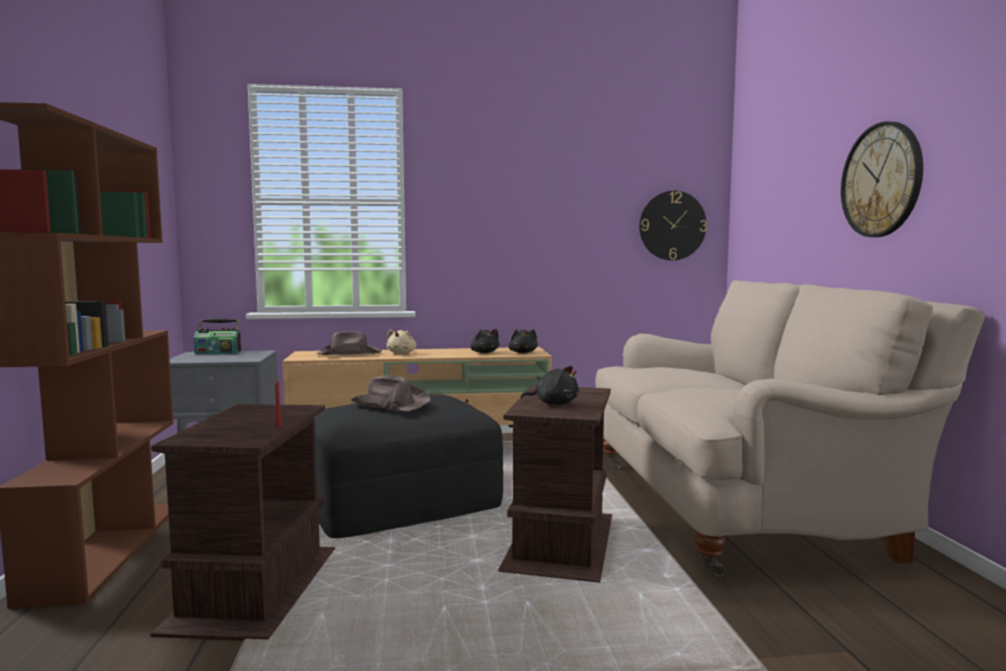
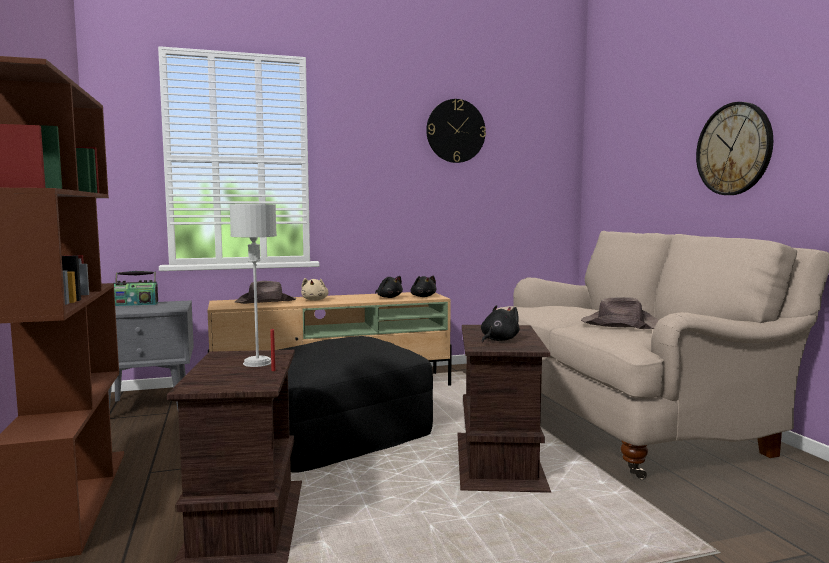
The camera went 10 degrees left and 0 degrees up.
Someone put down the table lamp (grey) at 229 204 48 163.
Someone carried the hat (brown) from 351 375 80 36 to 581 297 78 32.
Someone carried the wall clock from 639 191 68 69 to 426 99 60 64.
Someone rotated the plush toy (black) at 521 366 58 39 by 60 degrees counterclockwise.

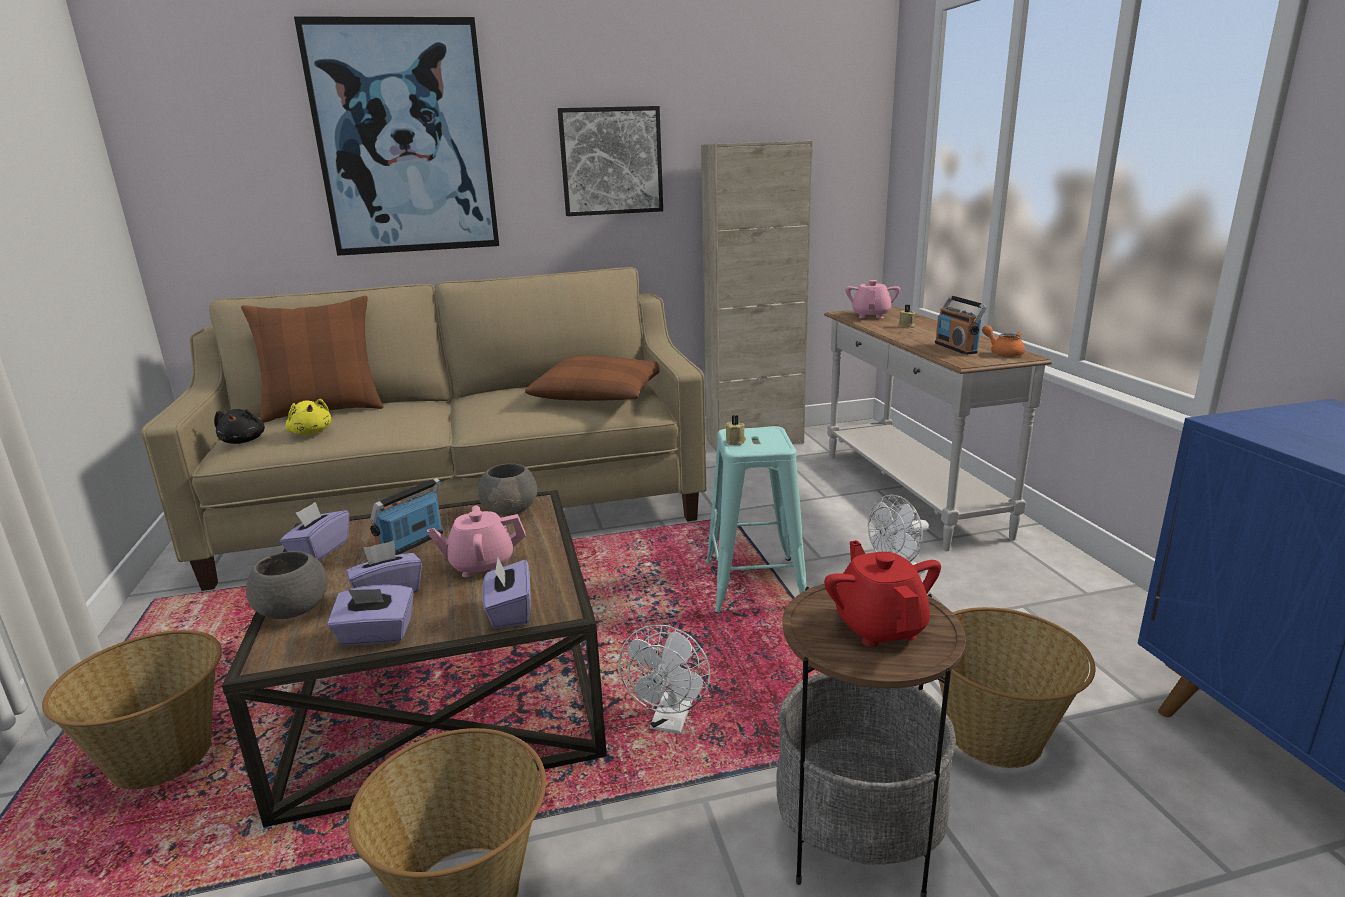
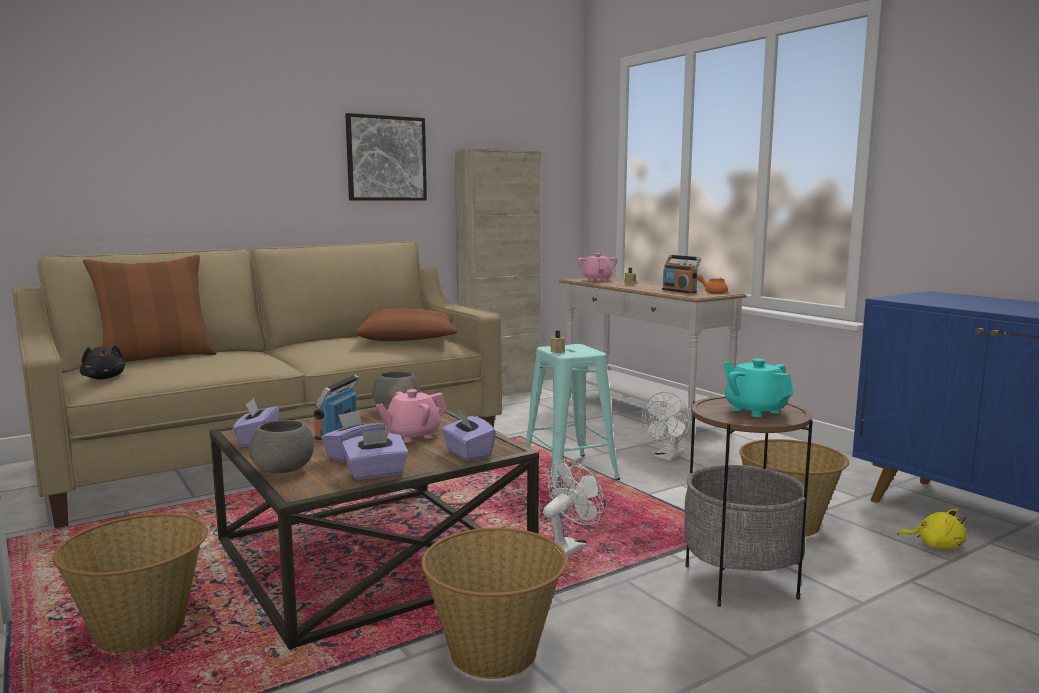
The camera went 20 degrees left and 10 degrees down.
Someone took away the picture at 294 16 205 240.
Someone carried the plush toy (yellow) from 286 399 45 36 to 897 509 70 41.
Someone repainted the teapot (red) at 824 540 117 107, which became the teapot (turquoise) at 723 359 70 58.
Someone rotated the fan (white) at 619 625 91 109 by 135 degrees counterclockwise.

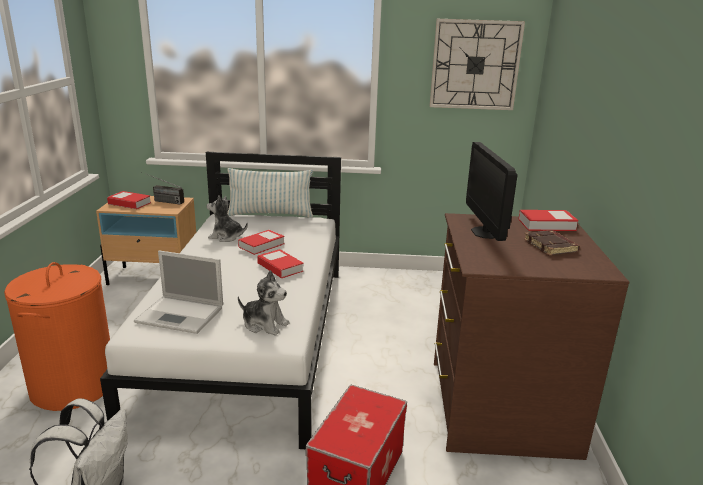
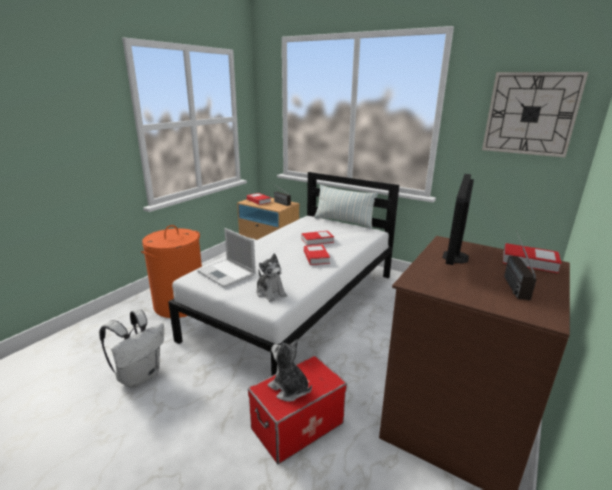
The camera went 30 degrees right and 0 degrees up.
Someone carried the plush toy from 207 195 41 47 to 268 339 44 63.
Someone swapped the book (brown) at 524 230 56 25 for the radio at 504 230 32 70.

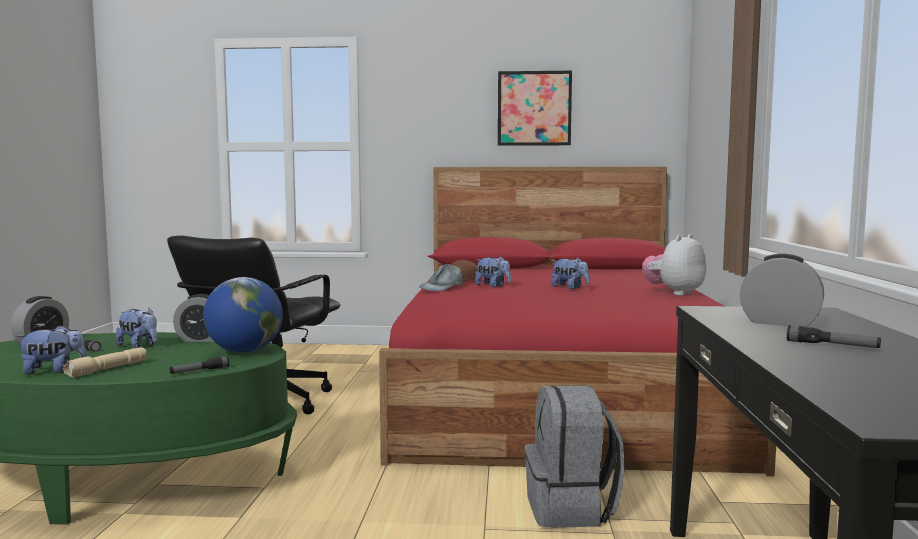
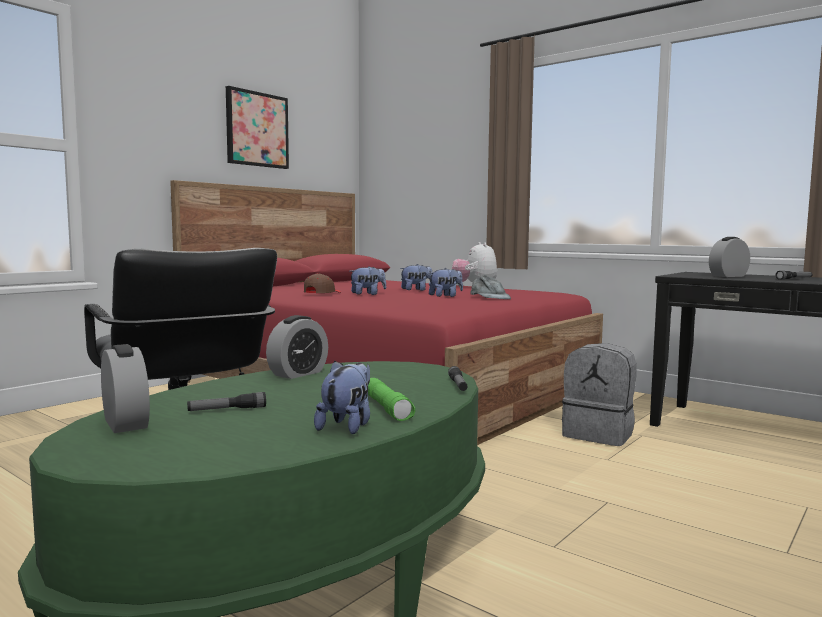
The camera went 55 degrees left and 0 degrees up.
Someone took away the globe at 203 277 80 76.
Someone carried the plush toy from 115 308 42 40 to 429 268 34 29.
Someone carried the cap (grey) from 419 264 44 27 to 471 275 40 24.
Someone repainted the flashlight (beige) at 63 347 84 30, which became the flashlight (green) at 368 378 47 43.

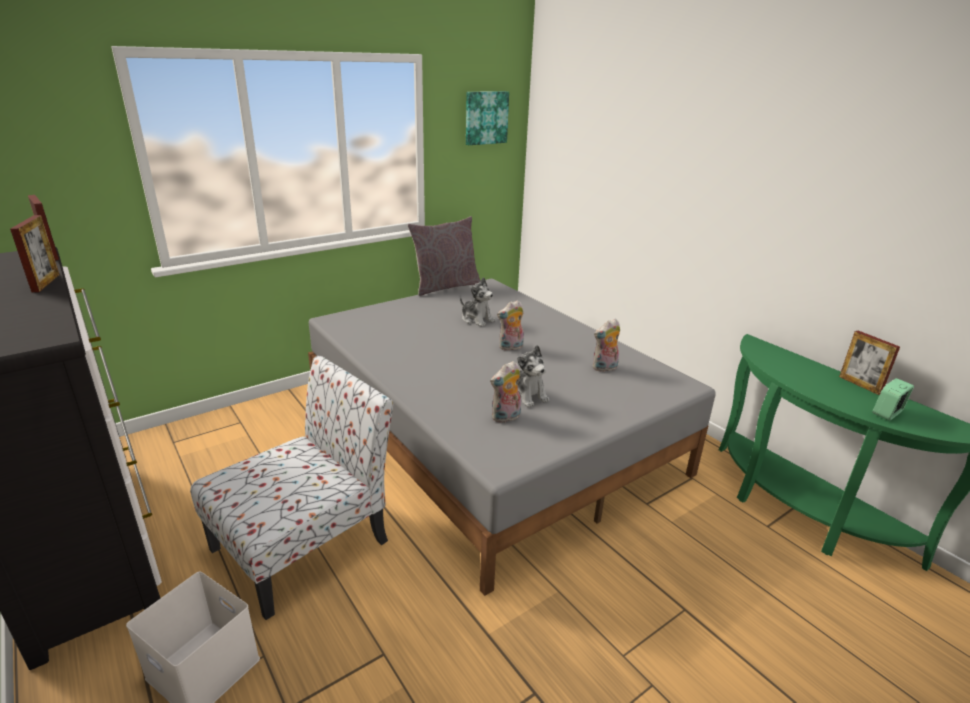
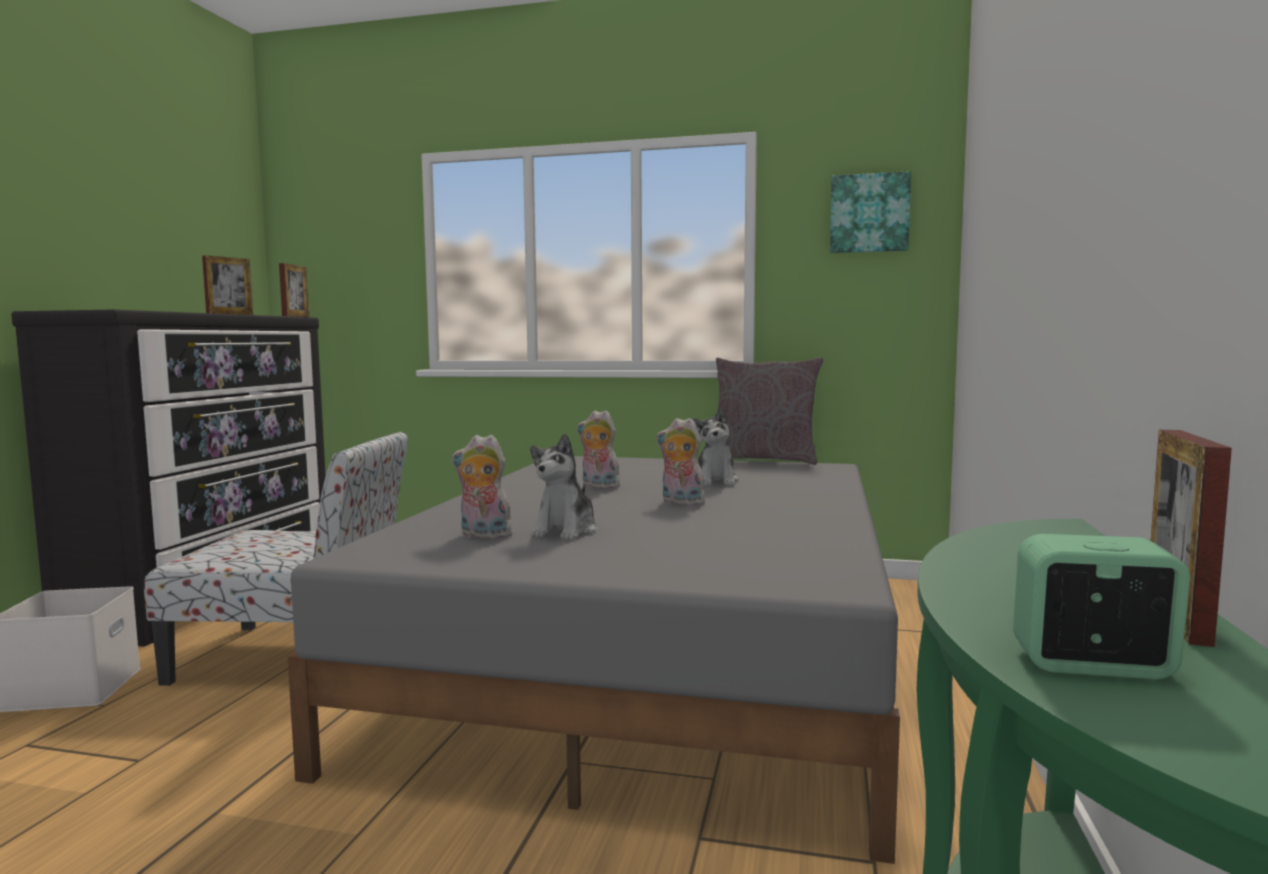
The camera went 50 degrees right and 20 degrees down.
Someone carried the plush toy from 593 319 27 53 to 577 410 48 79.

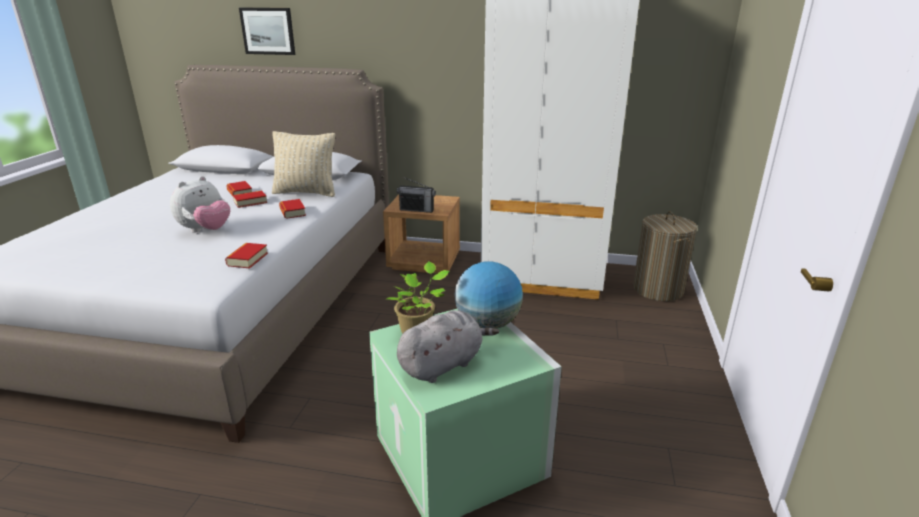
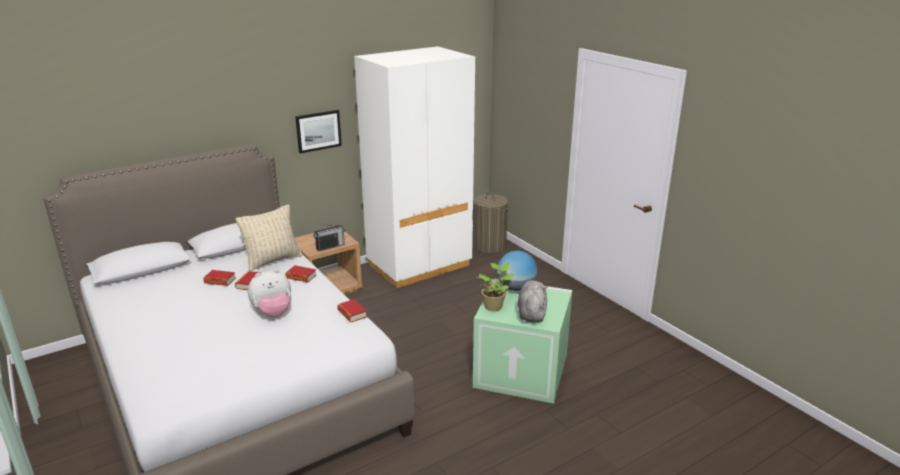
The camera went 45 degrees left and 0 degrees up.
Someone carried the picture from 239 8 56 47 to 295 110 47 43.
Someone rotated the plush toy at 170 176 60 57 by 75 degrees clockwise.

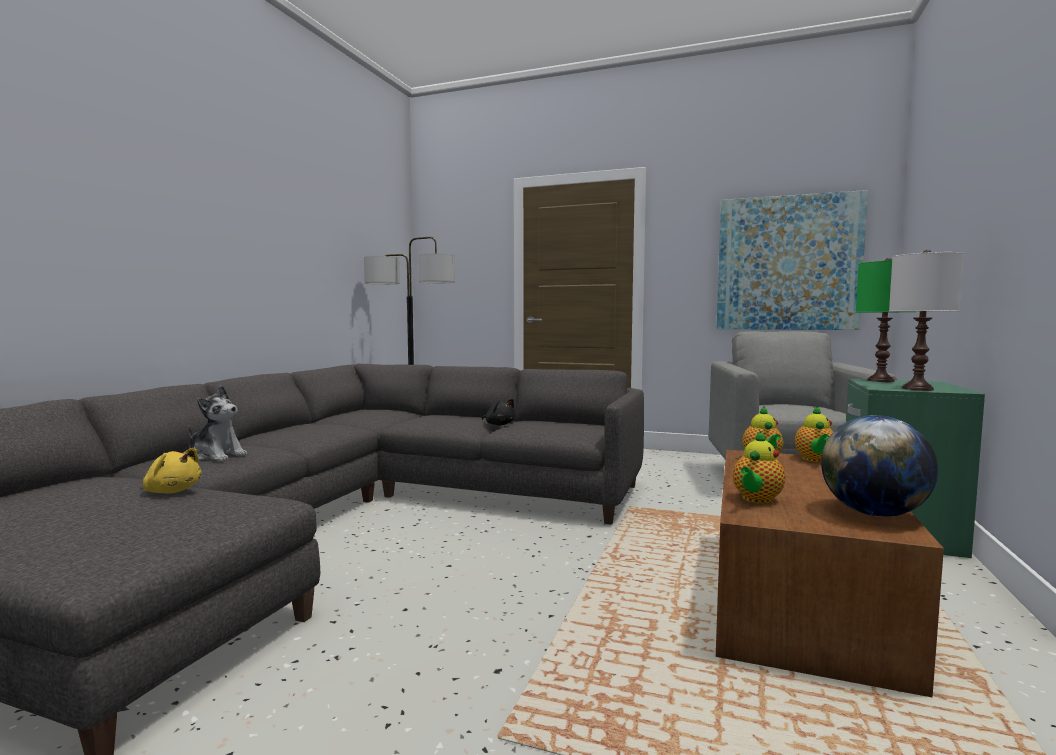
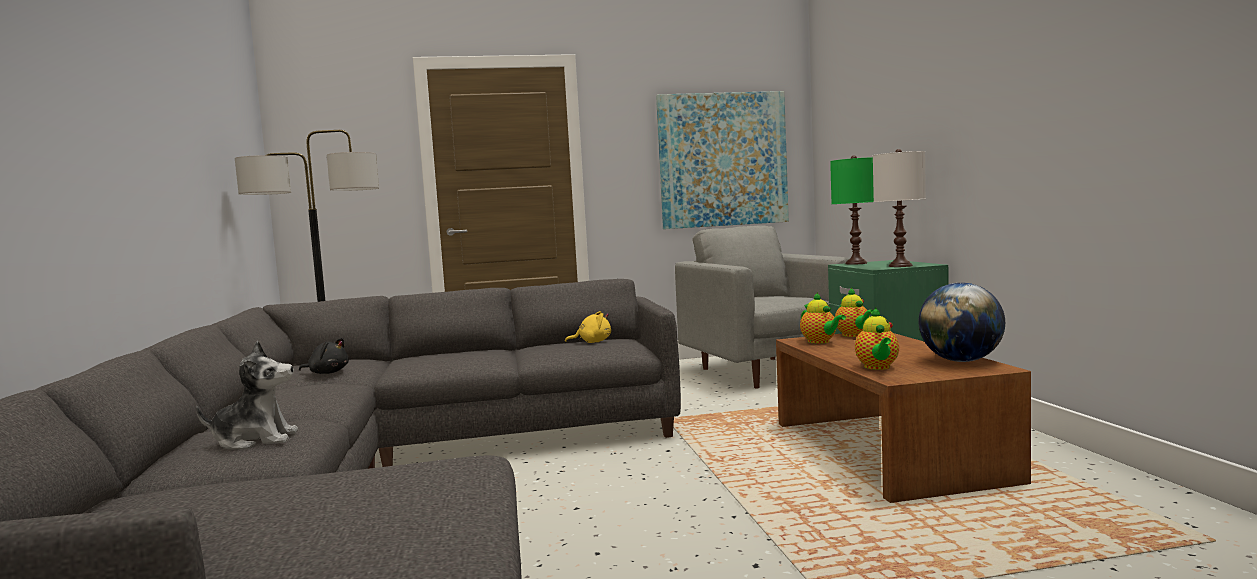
The camera went 30 degrees left and 0 degrees up.
Someone carried the plush toy (yellow) from 142 448 60 45 to 565 311 46 32.
Someone carried the plush toy (black) from 482 399 33 26 to 299 338 50 36.

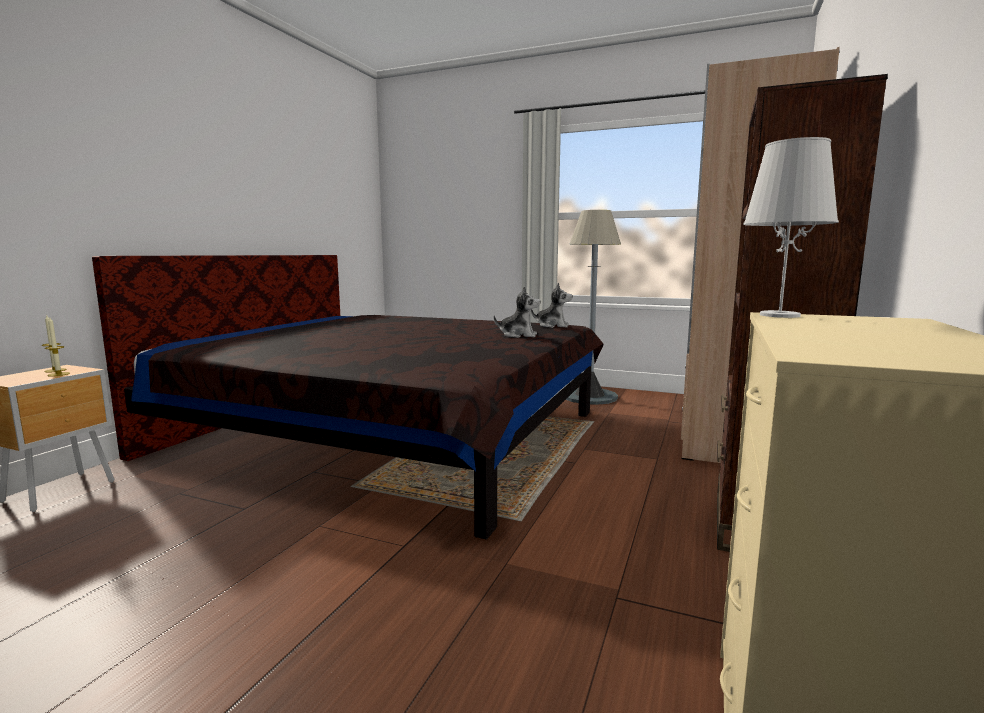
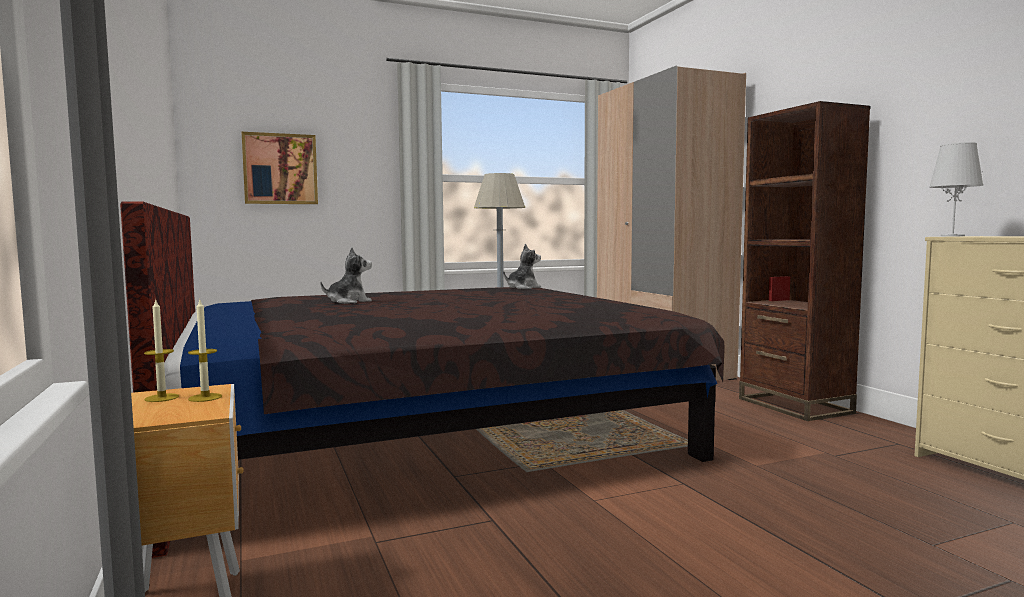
The camera went 45 degrees left and 5 degrees down.
Someone put up the picture at 242 132 76 72.
Someone carried the plush toy from 494 286 47 52 to 320 247 52 57.

